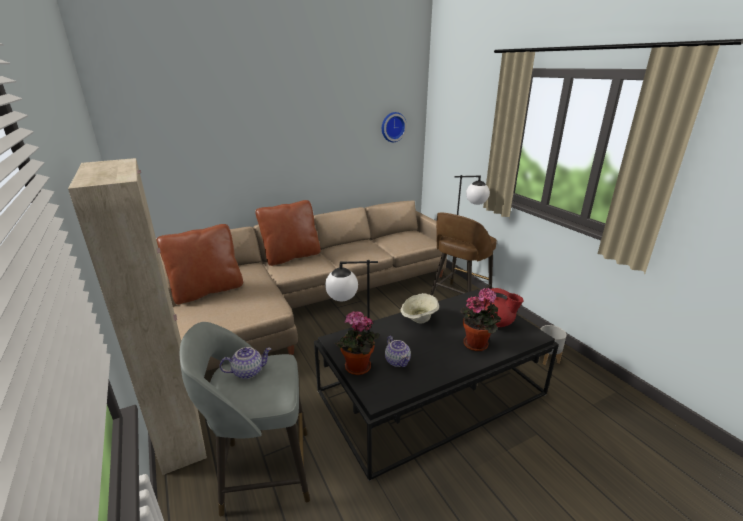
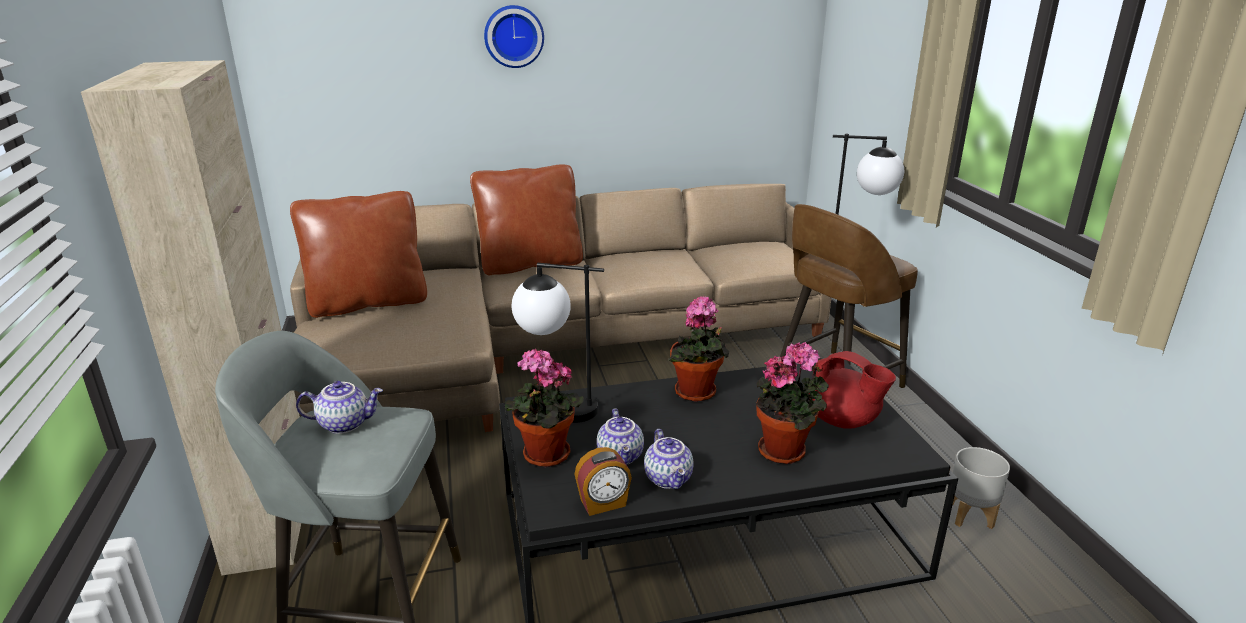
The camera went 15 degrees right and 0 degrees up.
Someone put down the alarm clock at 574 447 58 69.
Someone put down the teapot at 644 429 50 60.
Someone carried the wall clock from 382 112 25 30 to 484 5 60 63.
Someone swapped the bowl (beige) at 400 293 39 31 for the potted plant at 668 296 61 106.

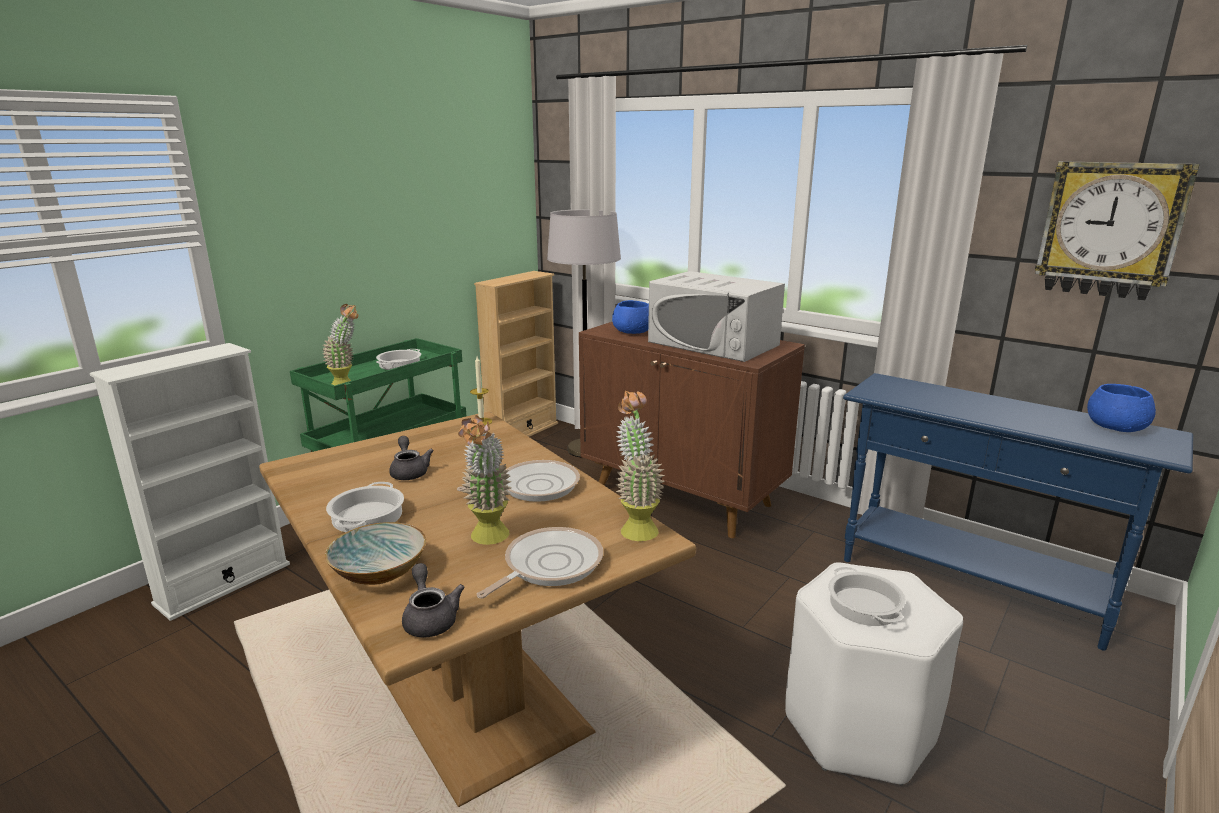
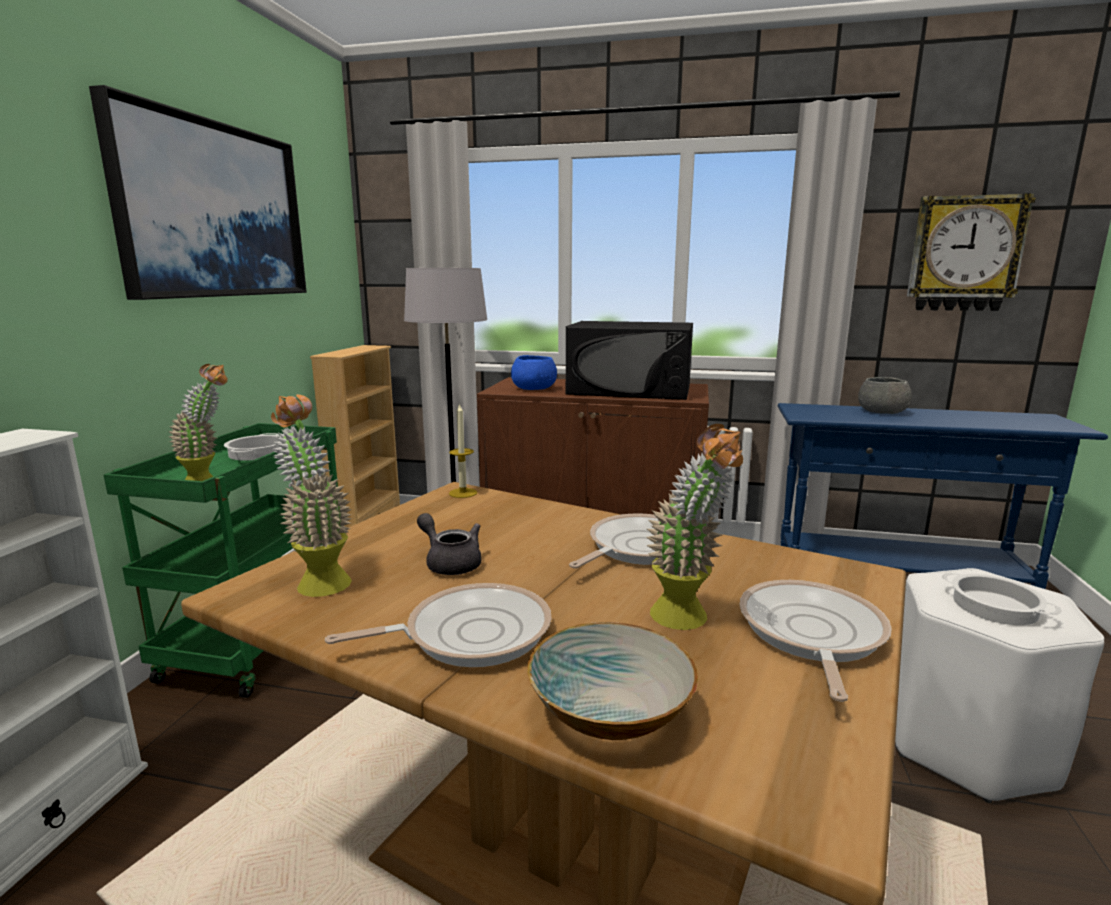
The camera went 25 degrees left and 5 degrees down.
Someone took away the teapot (grey) at 402 563 63 74.
Someone took away the bowl (blue) at 1087 384 69 48.
Someone put up the picture at 89 85 218 215.
Someone put down the bowl (grey) at 858 377 54 37.
Someone carried the potted plant from 615 391 50 150 to 271 394 81 203.
Someone swapped the cooking pot at 326 482 78 50 for the frying pan at 325 583 226 84.
Someone repainted the microwave (white) at 648 271 137 91, which became the microwave (black) at 566 321 127 79.

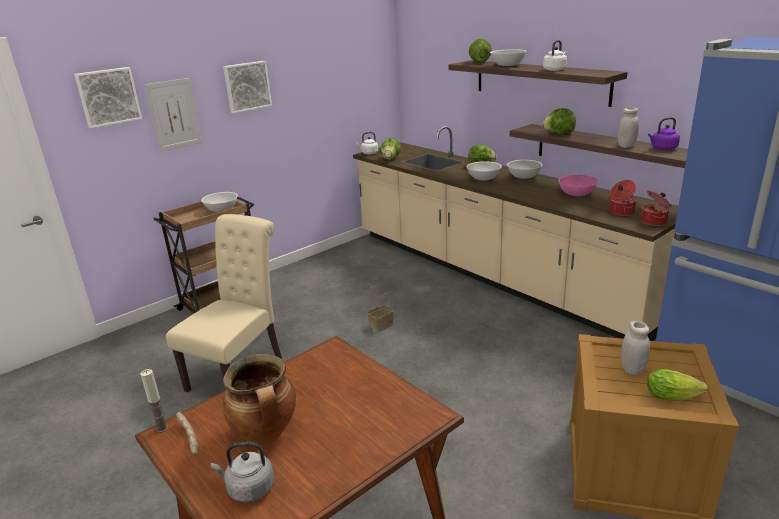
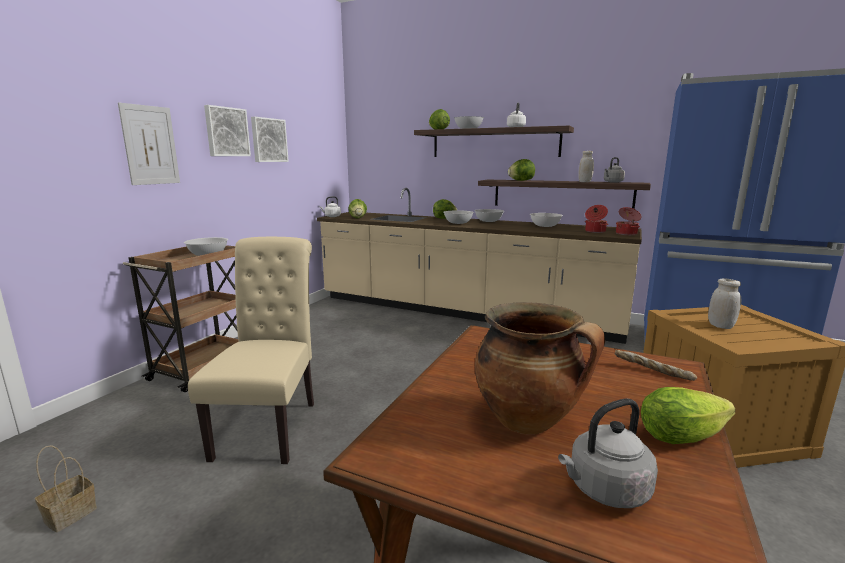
The camera went 25 degrees left and 10 degrees down.
Someone took away the candle at 140 369 28 64.
Someone carried the picture from 74 67 68 61 to 251 117 38 45.
Someone carried the bread from 176 412 22 43 to 615 350 82 31.
Someone carried the basket from 367 286 27 46 to 35 445 62 87.
Someone carried the lettuce from 647 369 61 32 to 641 387 94 57.
Someone repainted the bowl (pink) at 558 175 40 21, which became the bowl (white) at 530 213 33 14.
Someone repainted the kettle (purple) at 648 117 32 33, which became the kettle (grey) at 604 157 21 26.

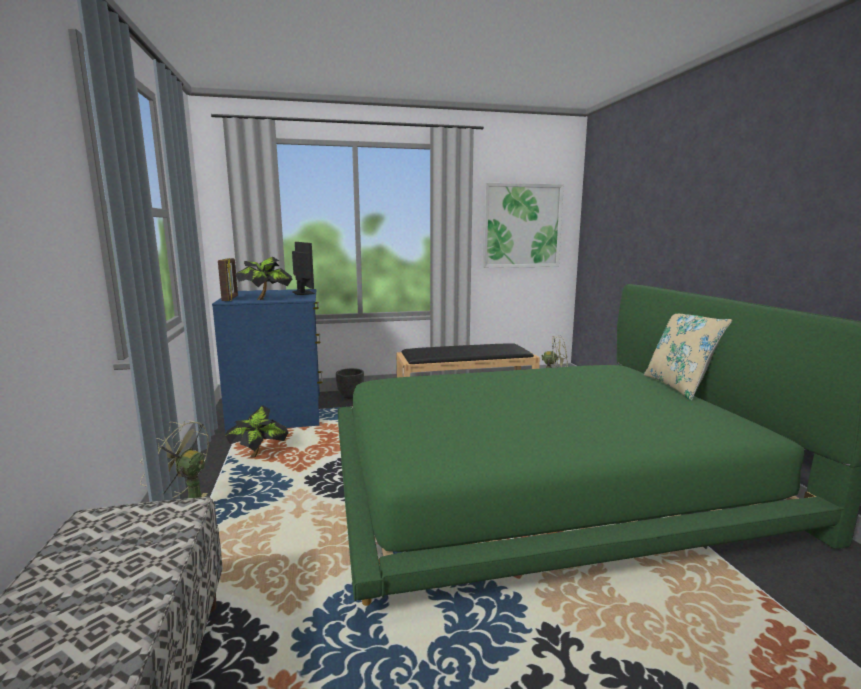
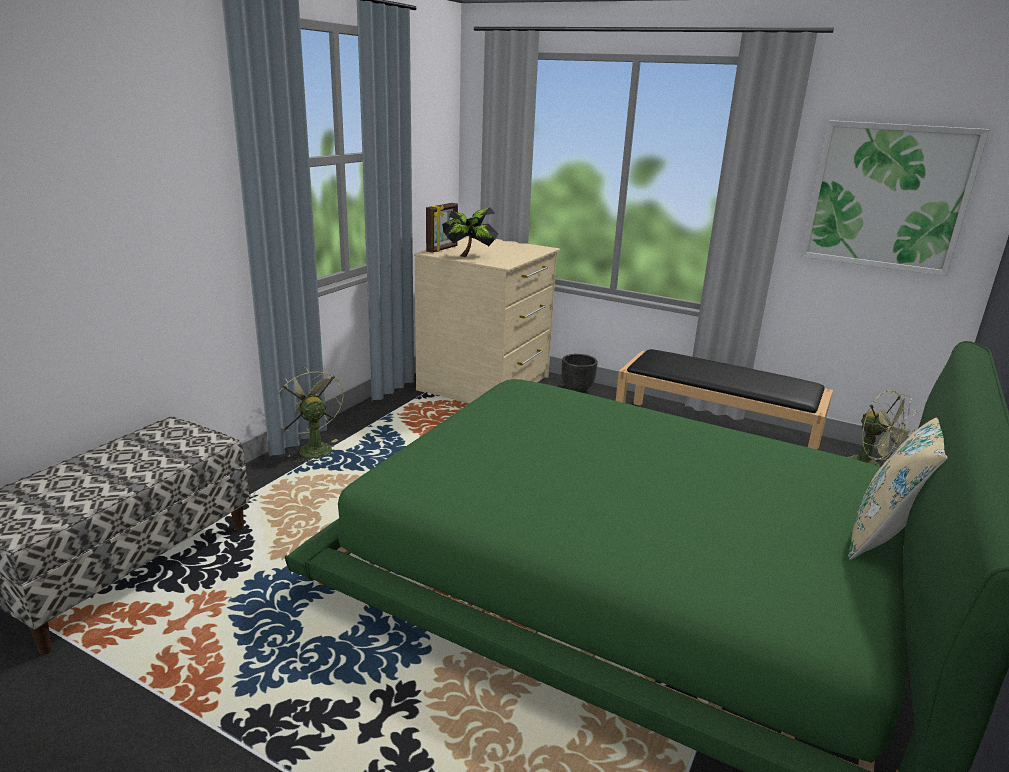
The camera went 40 degrees right and 10 degrees up.
Someone took away the potted plant at 225 405 64 53.
Someone took away the monitor at 292 242 23 53.
Someone repainted the dresser (blue) at 212 289 111 145, which became the dresser (beige) at 414 237 146 167.

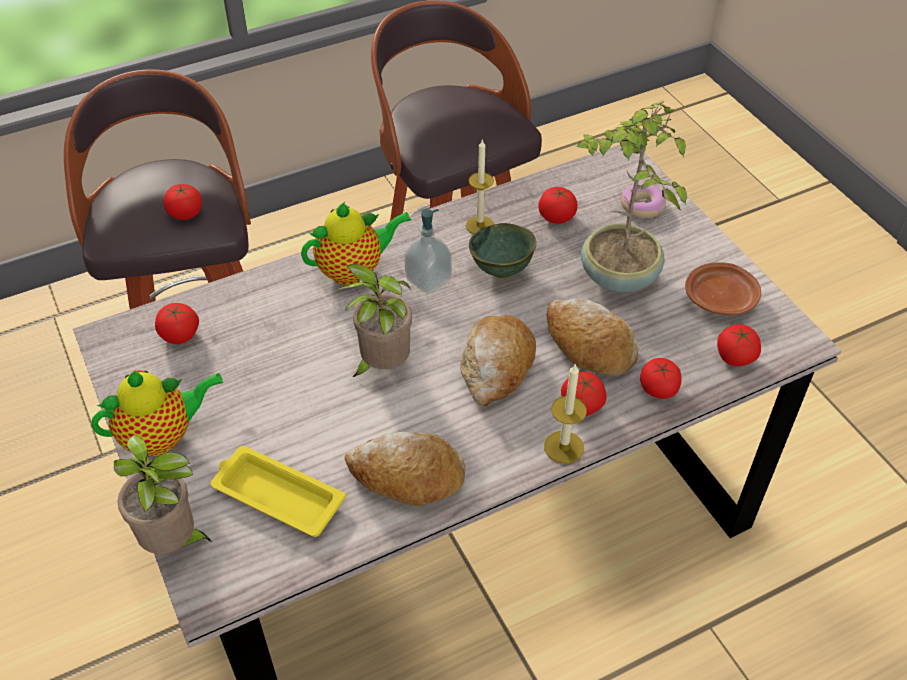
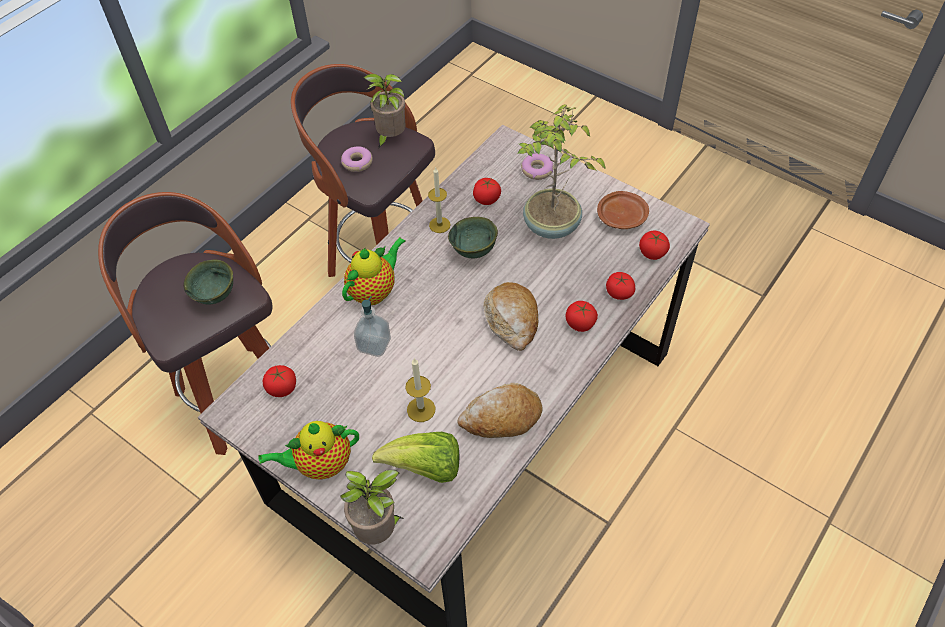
The camera went 25 degrees left and 5 degrees up.
Someone took away the bread at 546 299 92 77.
Someone put down the donut at 341 146 32 26.
Someone carried the potted plant from 338 264 74 113 to 364 74 42 74.
Someone carried the soap dispenser from 404 209 48 84 to 354 296 37 61.
Someone carried the candle from 544 363 43 101 to 405 358 30 64.
Someone swapped the tomato at 163 184 39 36 for the bowl (green) at 183 260 50 44.
Someone swapped the tray (yellow) at 211 446 135 91 for the lettuce at 372 432 87 51.
Someone rotated the teapot at 91 370 133 86 by 150 degrees counterclockwise.

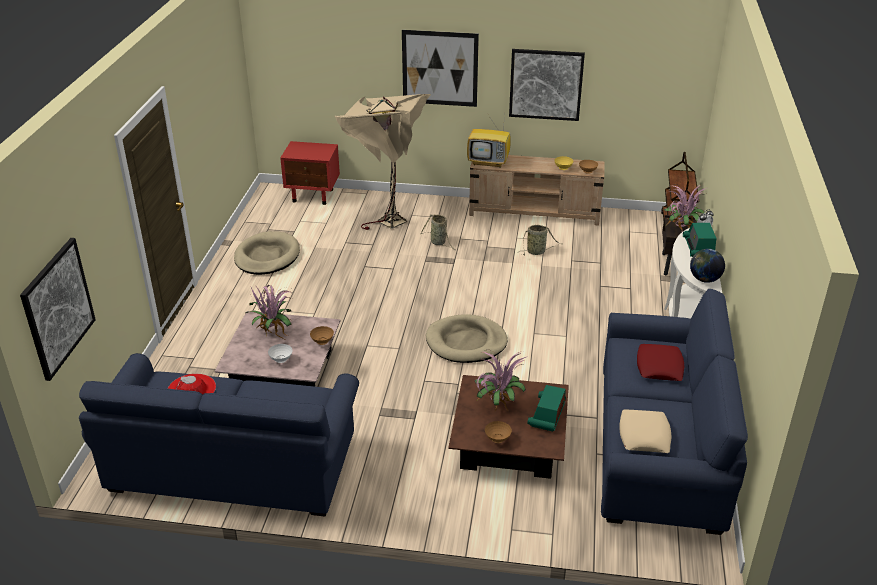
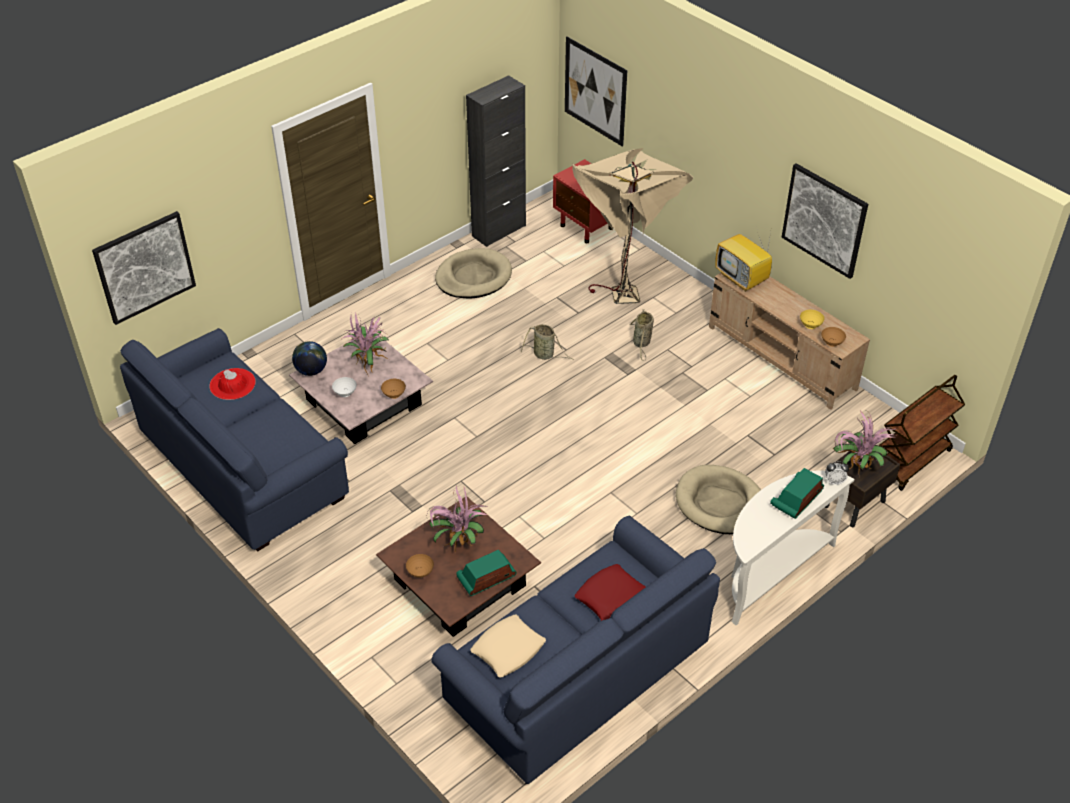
The camera went 40 degrees right and 10 degrees up.
Someone put down the cabinet (black) at 466 75 60 172.
Someone carried the picture from 402 30 77 77 to 565 36 62 111.
Someone carried the dog bed (beige) from 426 314 81 49 to 676 465 85 69.
Someone carried the basket from 523 225 39 31 to 521 324 53 36.
Someone carried the globe from 690 249 35 34 to 292 341 35 35.

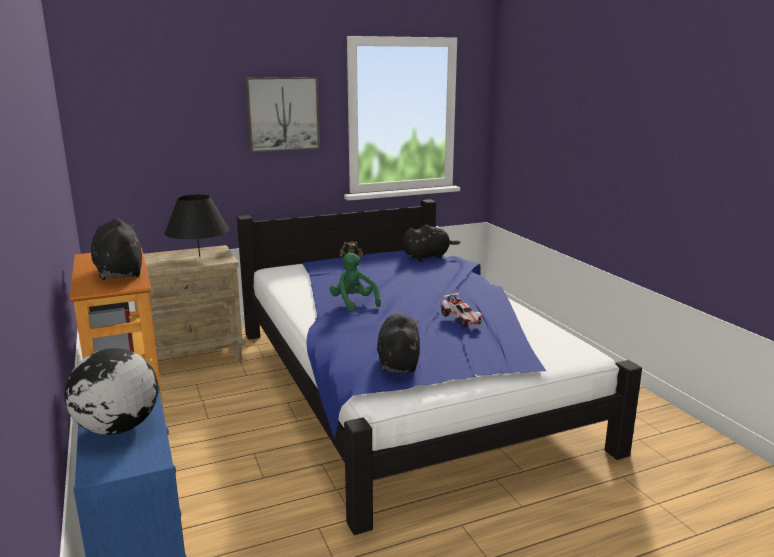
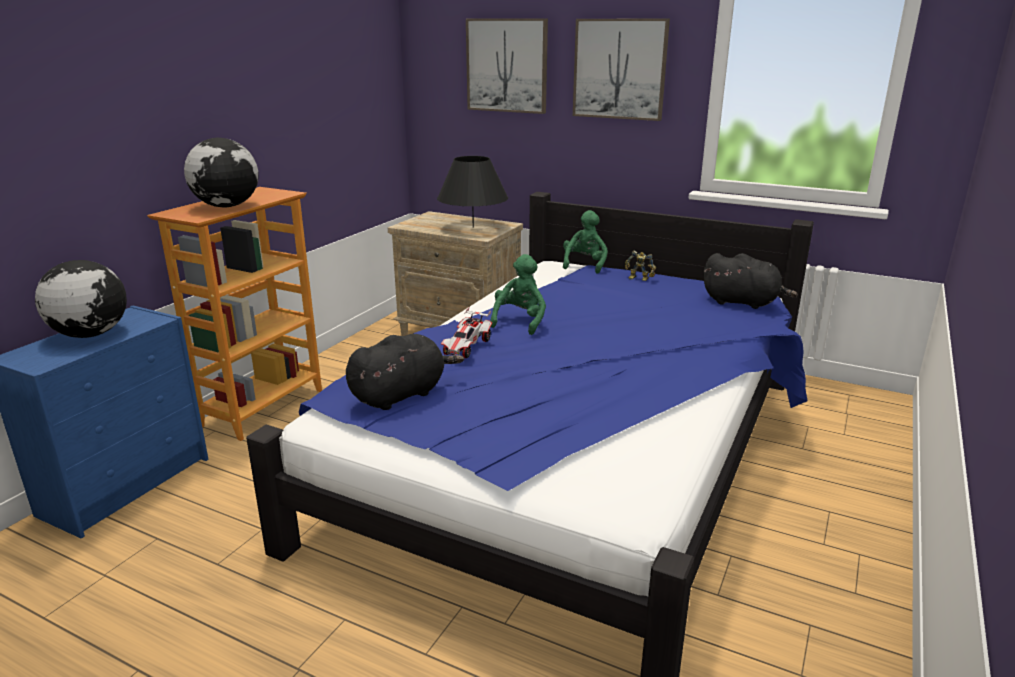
The camera went 50 degrees right and 5 degrees up.
Someone put up the picture at 466 18 82 96.
Someone put down the plush toy (green) at 563 210 45 64.
Someone carried the toy car from 440 291 42 36 to 441 307 51 51.
Someone swapped the plush toy (black) at 91 218 51 62 for the globe at 184 138 75 69.

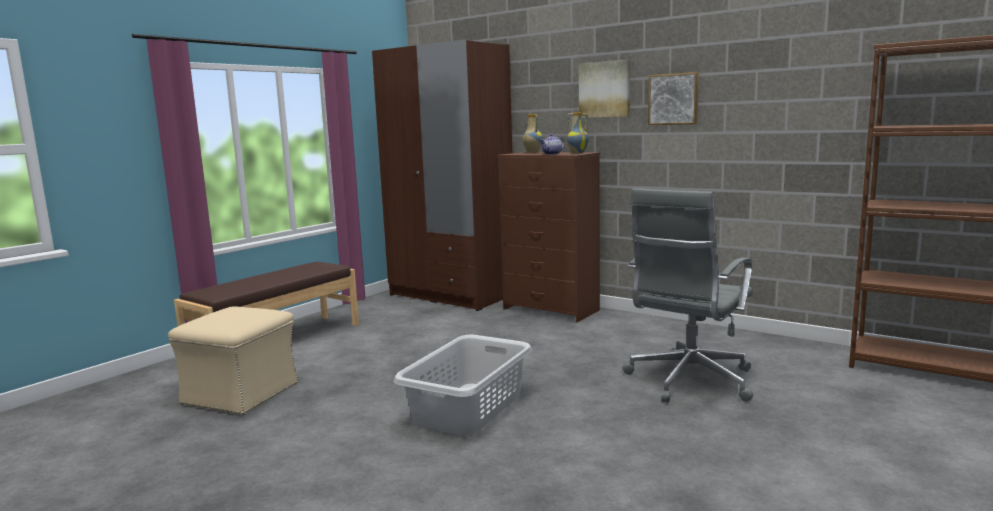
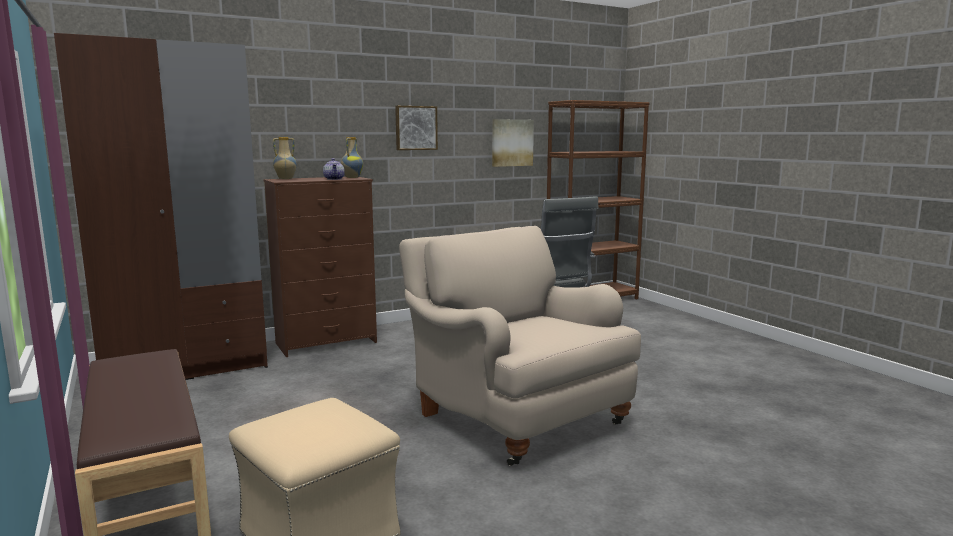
The camera went 65 degrees left and 0 degrees up.
Someone carried the picture from 579 59 51 59 to 492 119 42 48.
Someone swapped the laundry basket (grey) at 394 334 138 102 for the armchair (beige) at 399 226 242 240.

